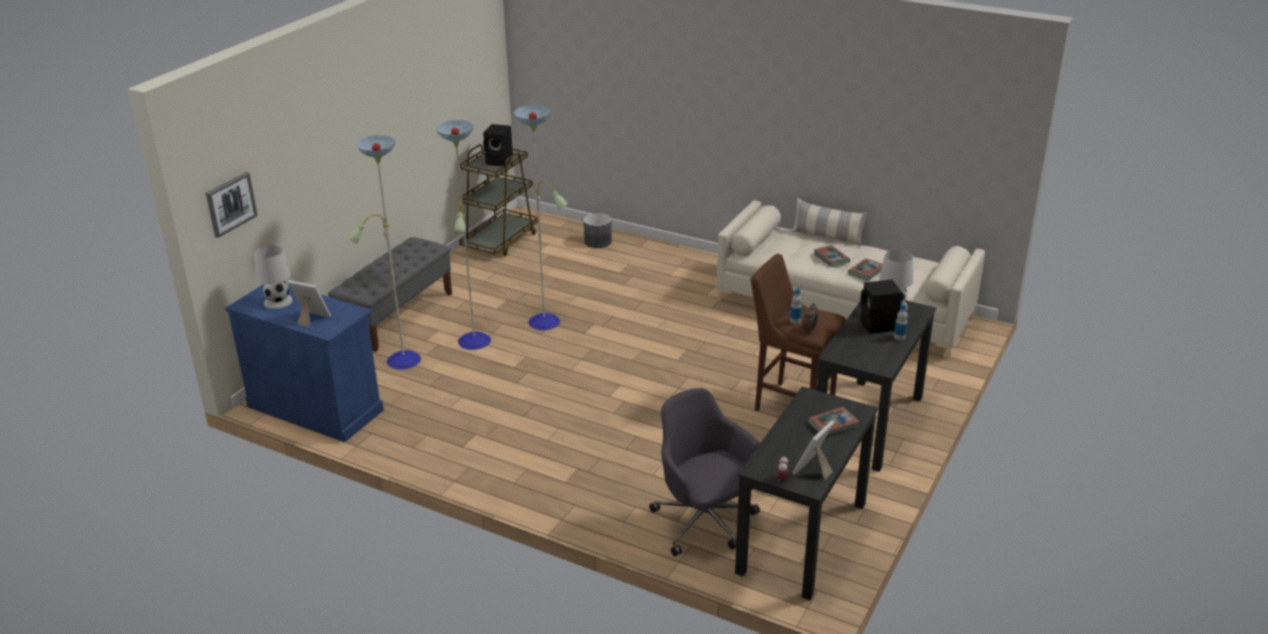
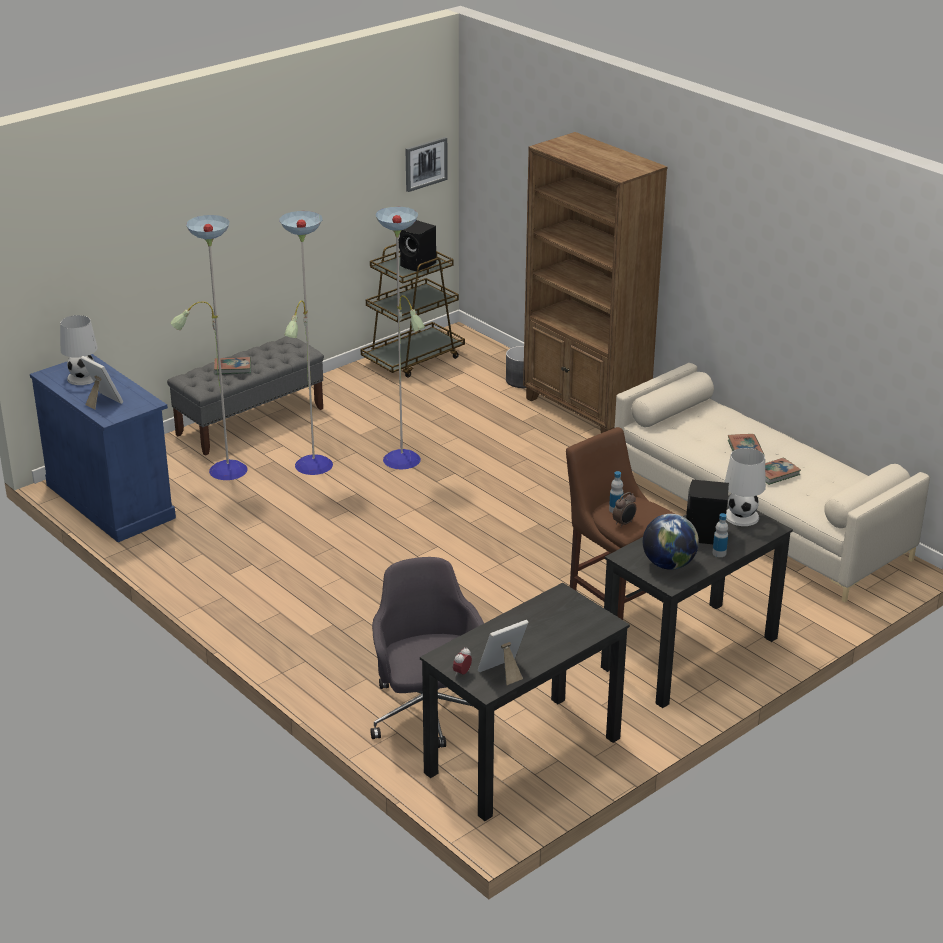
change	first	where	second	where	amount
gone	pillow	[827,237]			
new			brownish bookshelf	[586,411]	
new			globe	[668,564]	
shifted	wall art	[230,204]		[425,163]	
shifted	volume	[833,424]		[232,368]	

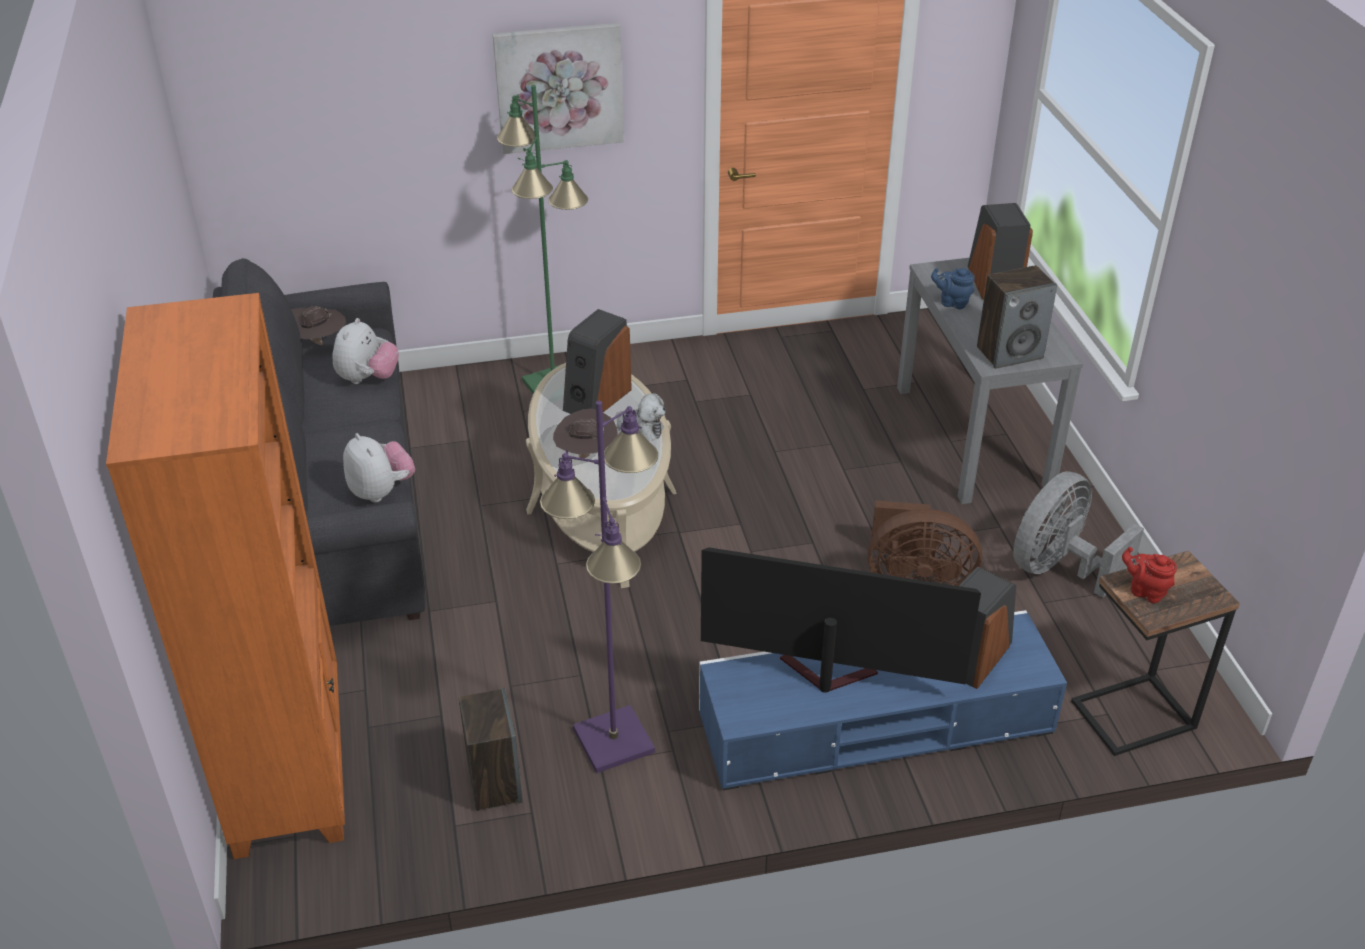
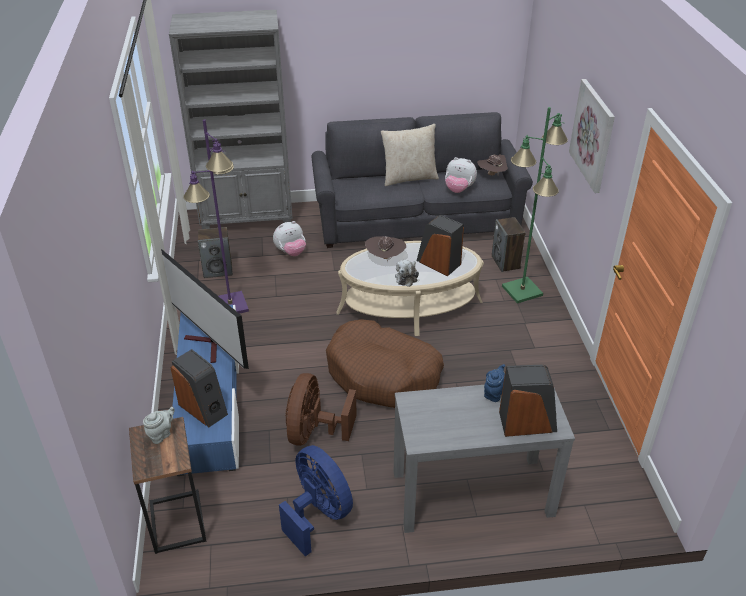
change	first	where	second	where	amount
new			brownish dog bed	[383,374]	
new			beige pillow	[409,178]	
shifted	plush toy	[381,491]		[291,252]	
shifted	audio speaker	[1010,352]		[506,262]	
repainted	orangey bookshelf	[290,763]	greyish bookshelf	[248,219]	
repainted	greyish fan	[1059,568]	blue fan	[318,514]	
repainted	reddish teapot	[1145,591]	greyish teapot	[161,434]	
rotated	television	[823,677]		[208,346]	120 degrees clockwise

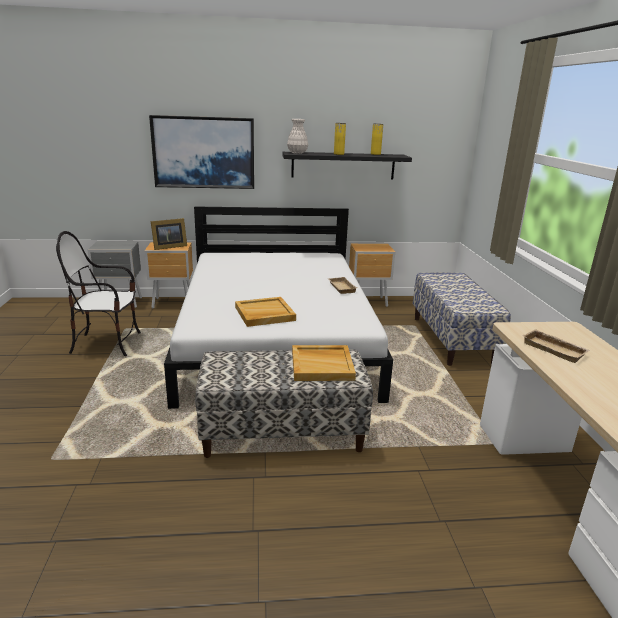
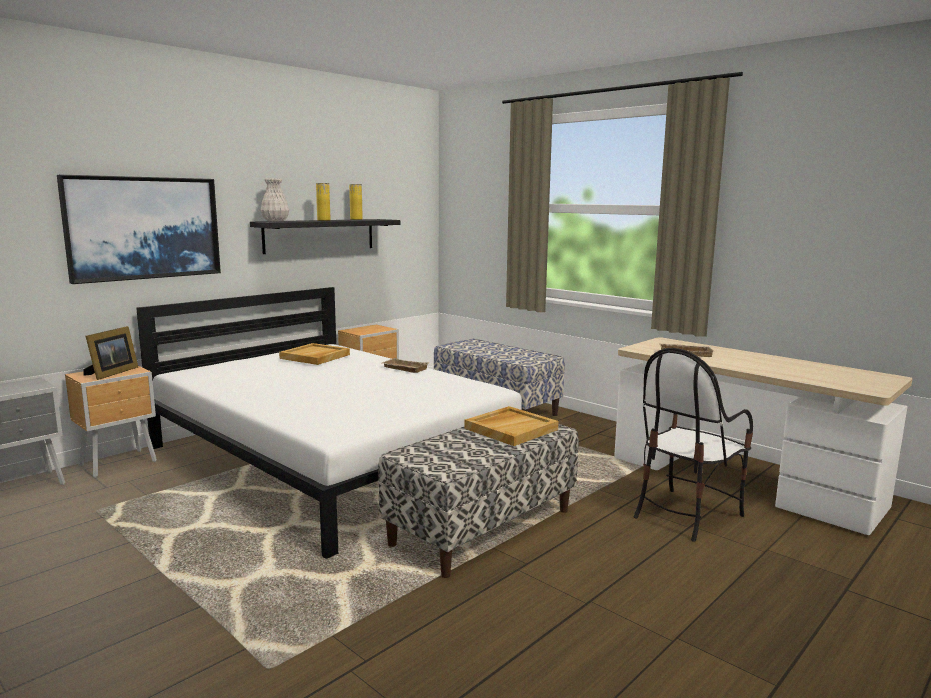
change	first	where	second	where	amount
shifted	chair	[107,344]		[685,514]	
shifted	beige serving tray	[264,314]		[315,357]	

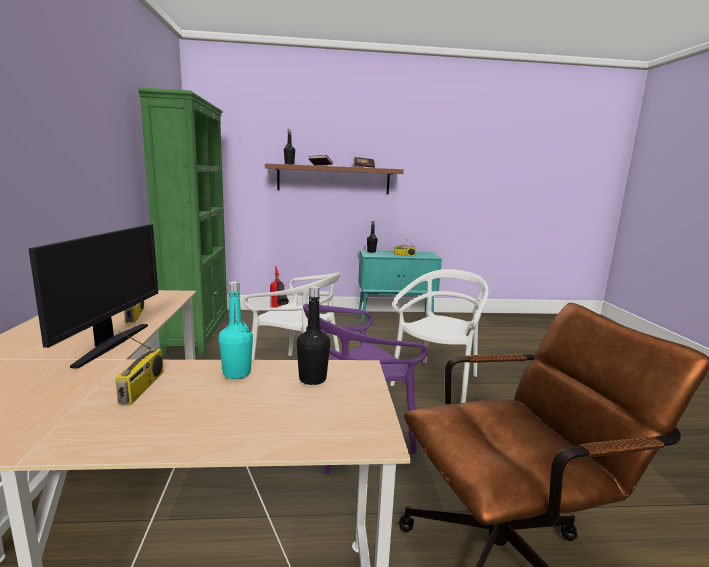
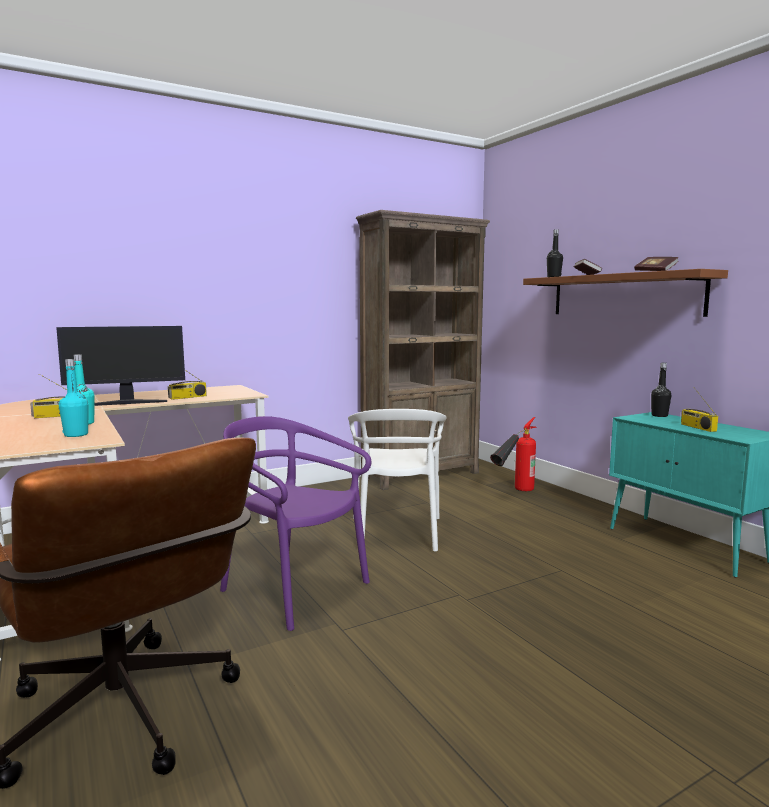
change	first	where	second	where	amount
gone	white chair	[437,382]			
repainted	green-coloured bookshelf	[198,334]	brownish bookshelf	[421,475]	
repainted	blackish bottle	[312,379]	turquoise bottle	[76,435]	

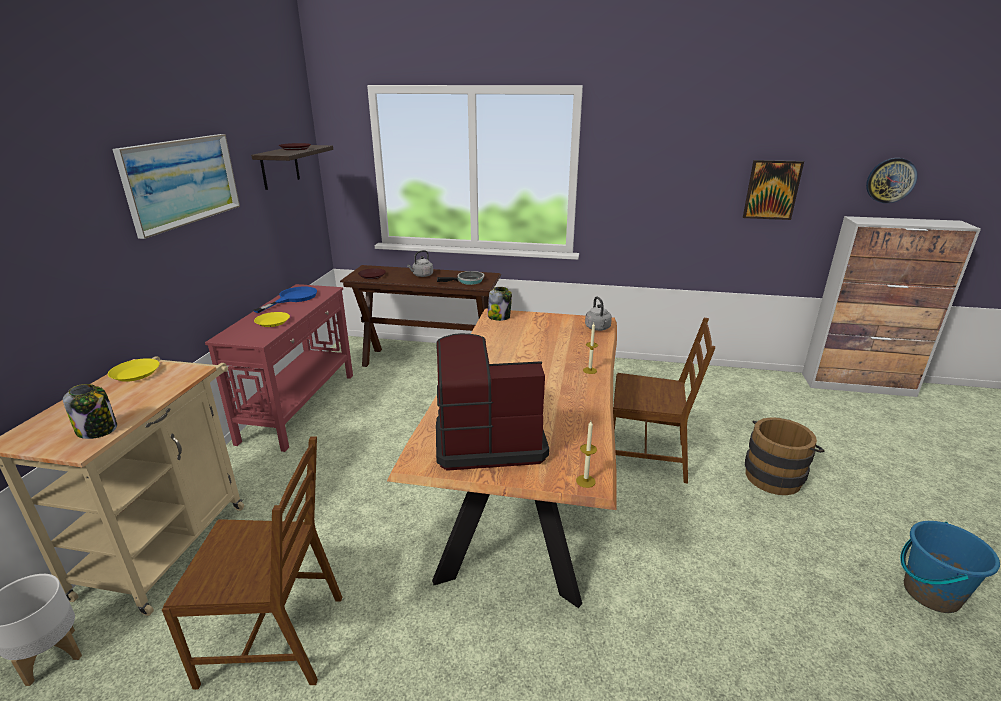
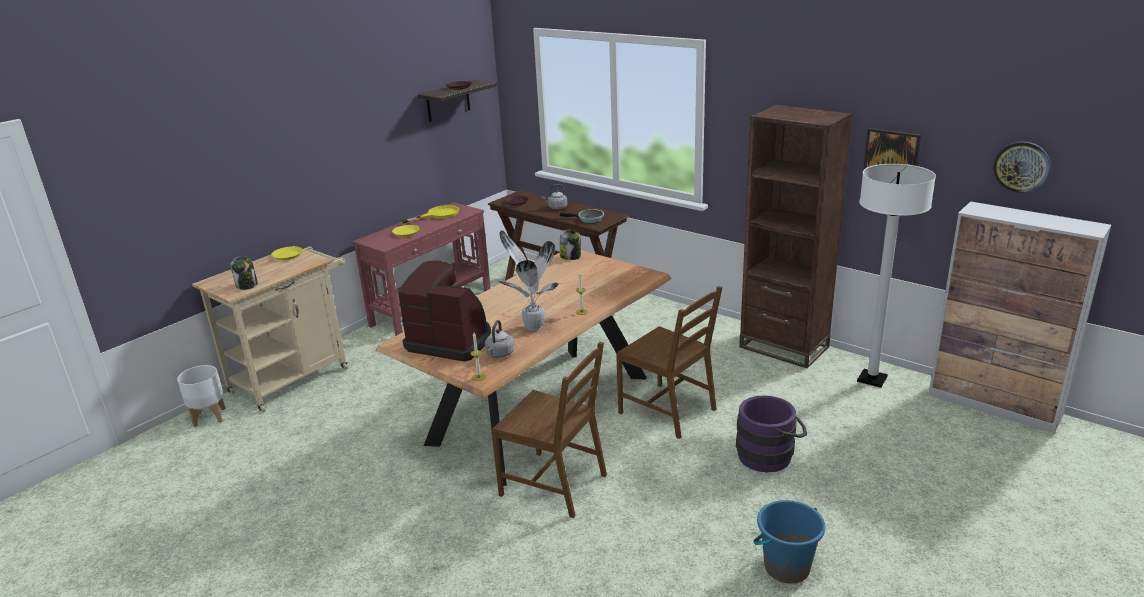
change	first	where	second	where	amount
gone	wall art	[182,181]			
new			plant in a pot	[532,326]	
new			brownish bookshelf	[783,347]	
new			white standing lamp	[872,379]	
shifted	brownish chair	[275,637]		[555,484]	
shifted	greyish tea kettle	[598,328]		[499,354]	
repainted	blue frying pan	[293,298]	yellow frying pan	[438,215]	
repainted	brownish water bucket	[775,475]	purplish water bucket	[769,455]	

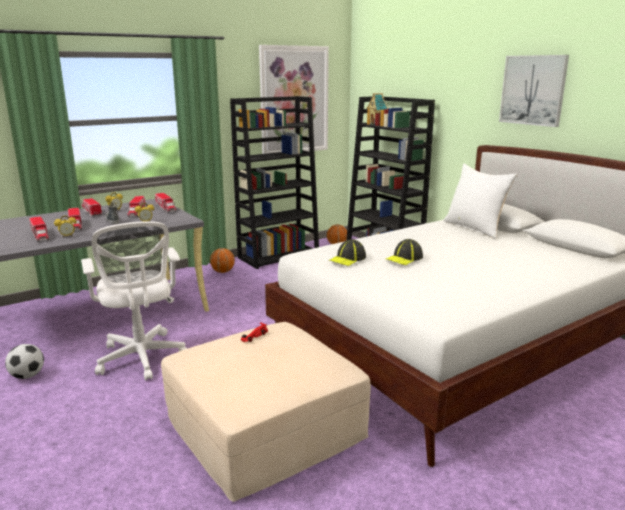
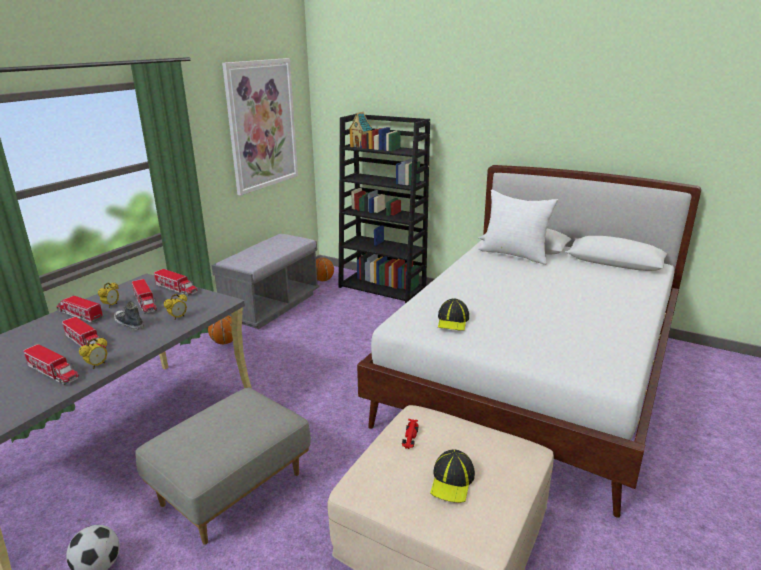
change	first	where	second	where	amount
gone	wall art	[533,90]			
shifted	baseball cap	[404,258]		[452,481]	
swapped	white desk chair	[142,359]	greyish pouffe	[232,490]	
swapped	blackish bookshelf	[279,256]	greyish long seat	[271,306]	

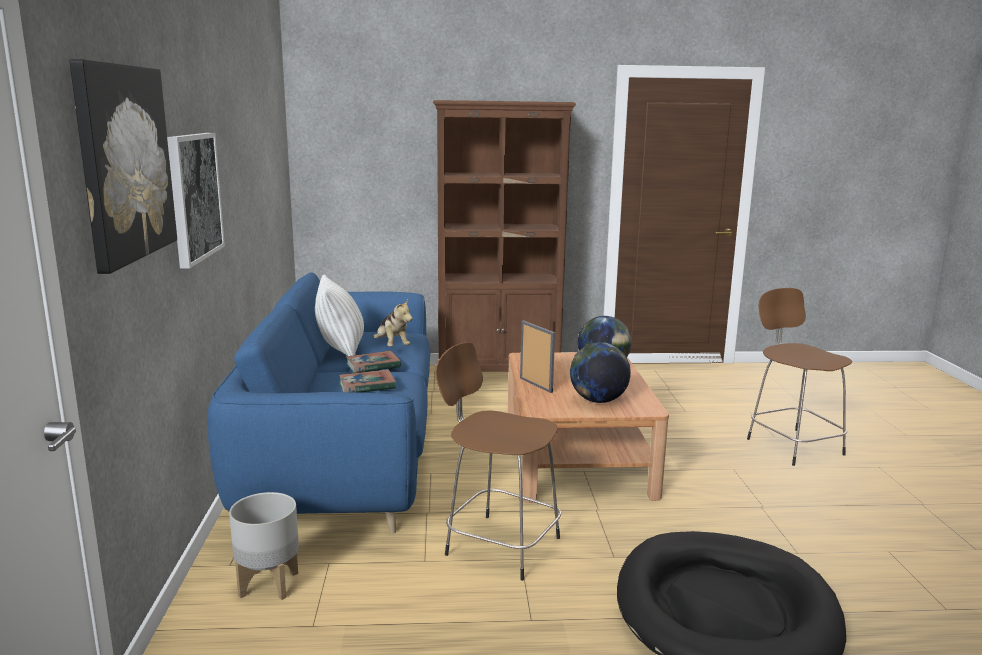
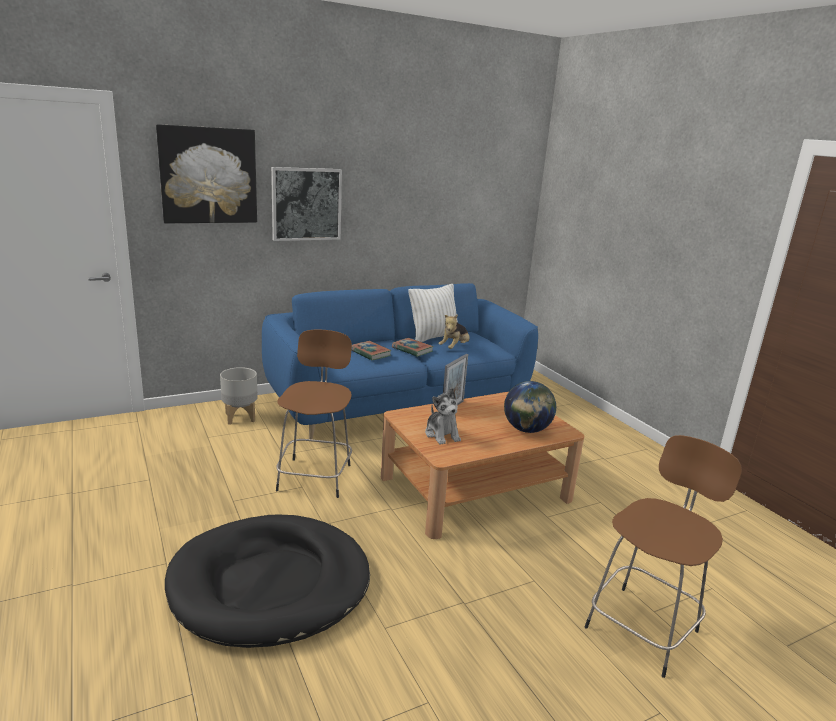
change	first	where	second	where	amount
gone	brownish bookshelf	[499,373]			
swapped	globe	[598,401]	plush toy	[442,434]	

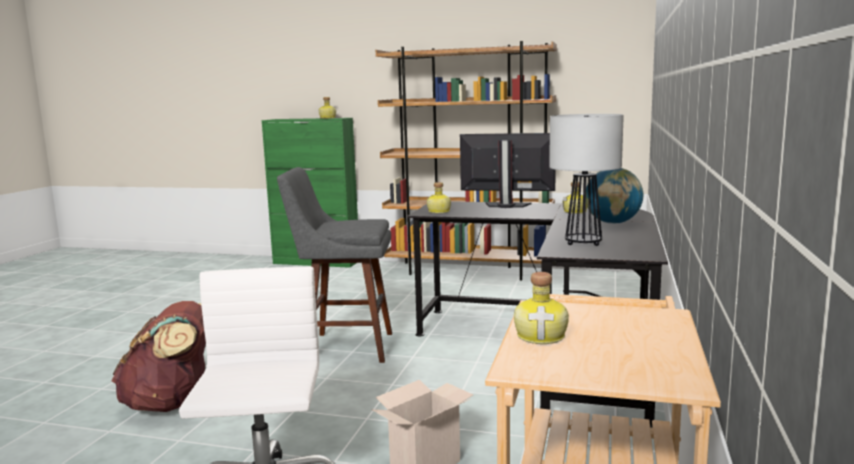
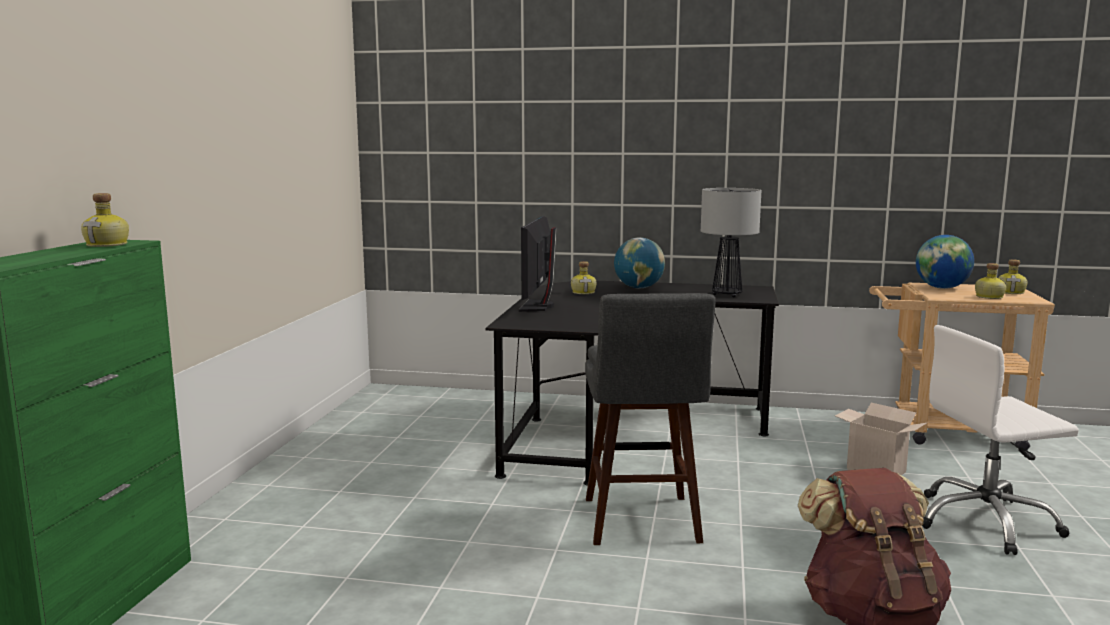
change	first	where	second	where	amount
gone	brownish bookshelf	[469,271]			
new			globe	[942,288]	
shifted	bottle	[439,212]		[1011,292]	

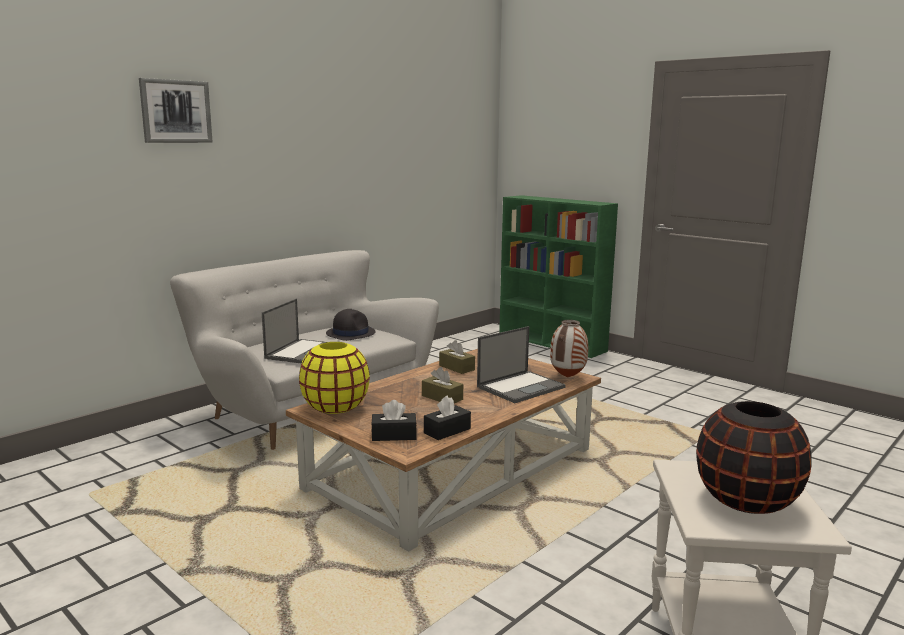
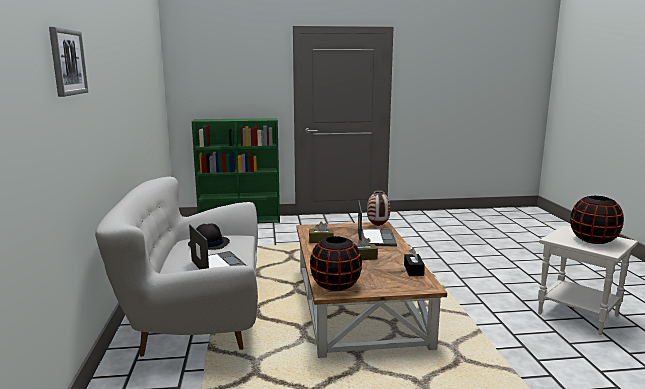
change	first	where	second	where	amount
gone	blackish box of tissues	[394,435]			
repainted	yellow decorative vase	[335,408]	blackish decorative vase	[335,285]	

